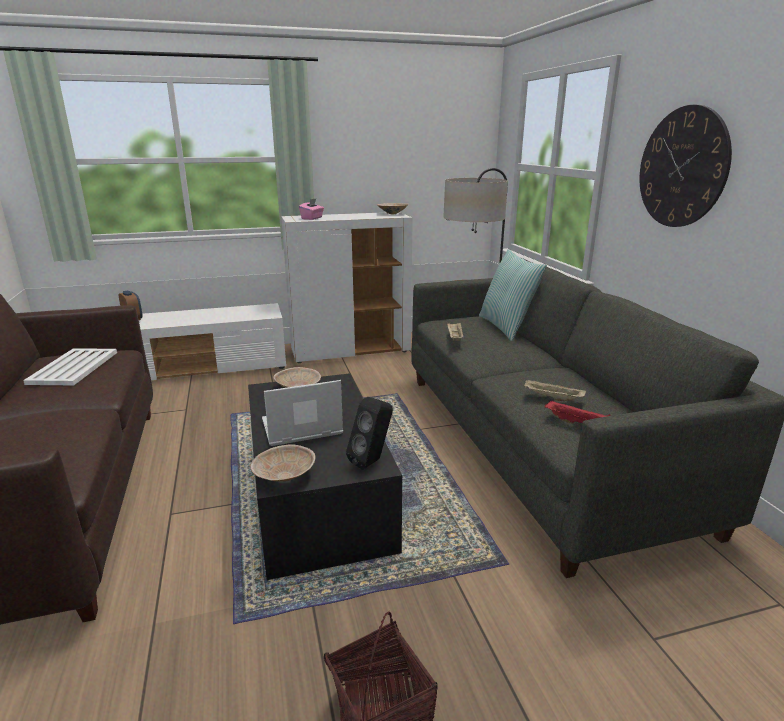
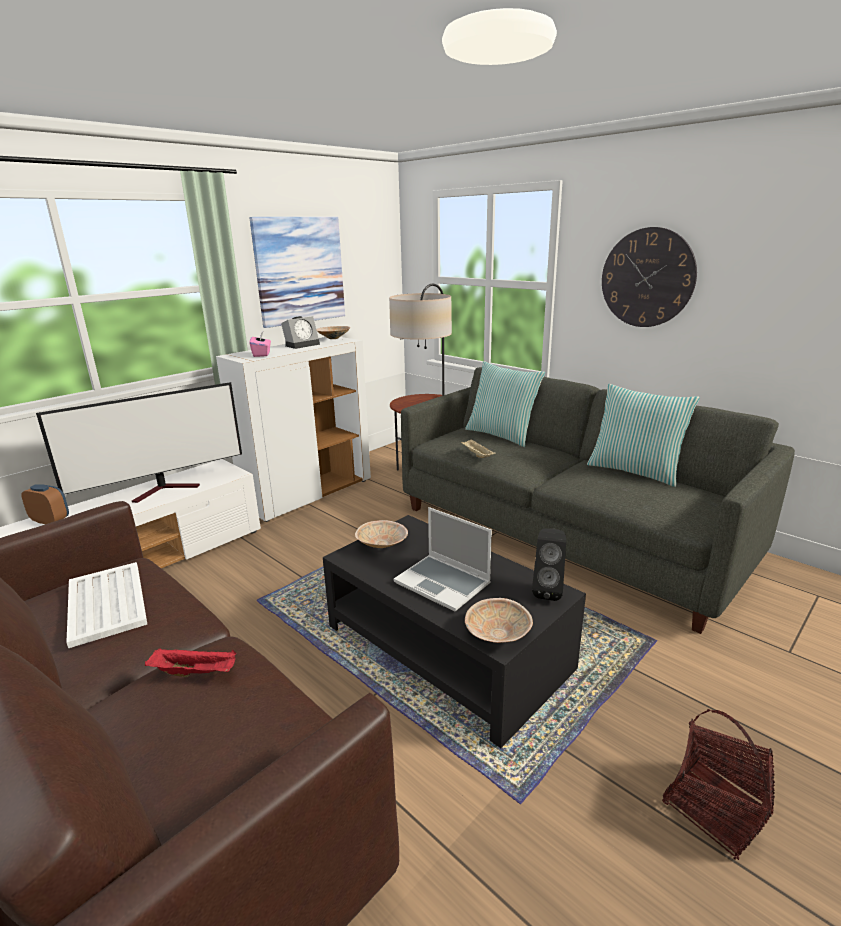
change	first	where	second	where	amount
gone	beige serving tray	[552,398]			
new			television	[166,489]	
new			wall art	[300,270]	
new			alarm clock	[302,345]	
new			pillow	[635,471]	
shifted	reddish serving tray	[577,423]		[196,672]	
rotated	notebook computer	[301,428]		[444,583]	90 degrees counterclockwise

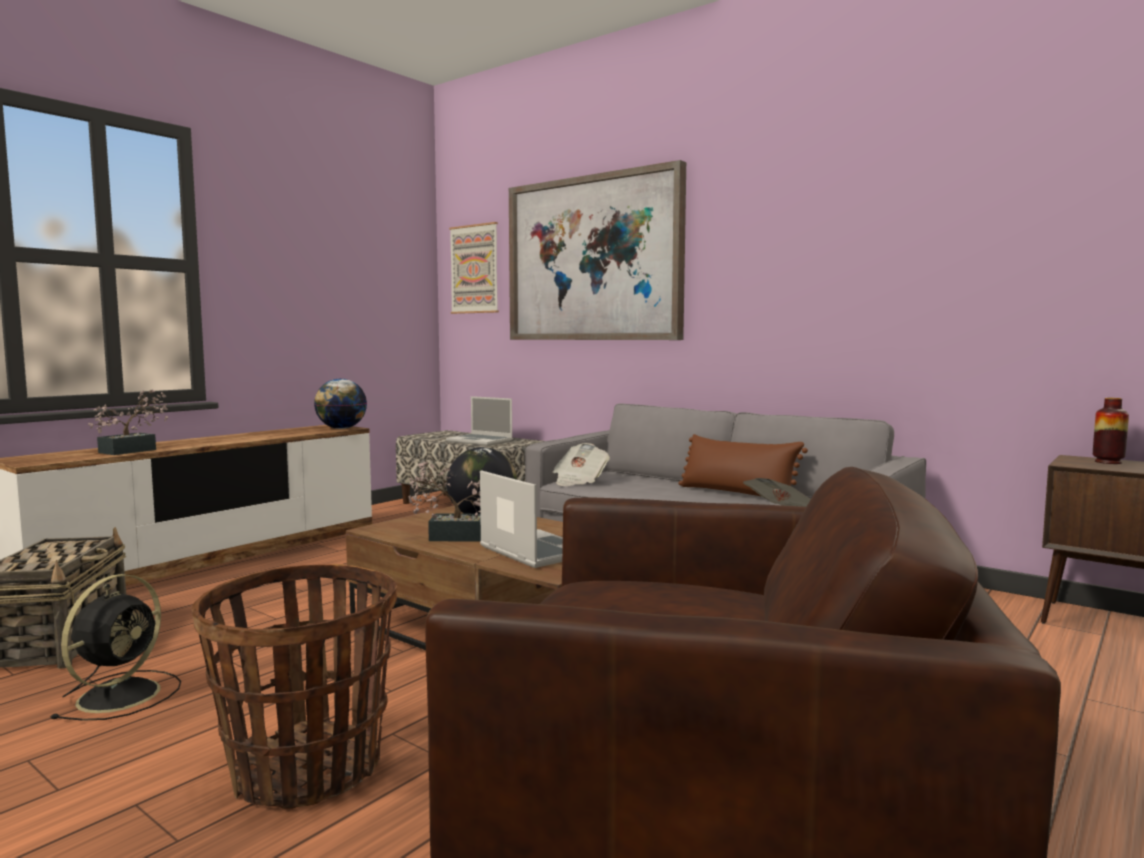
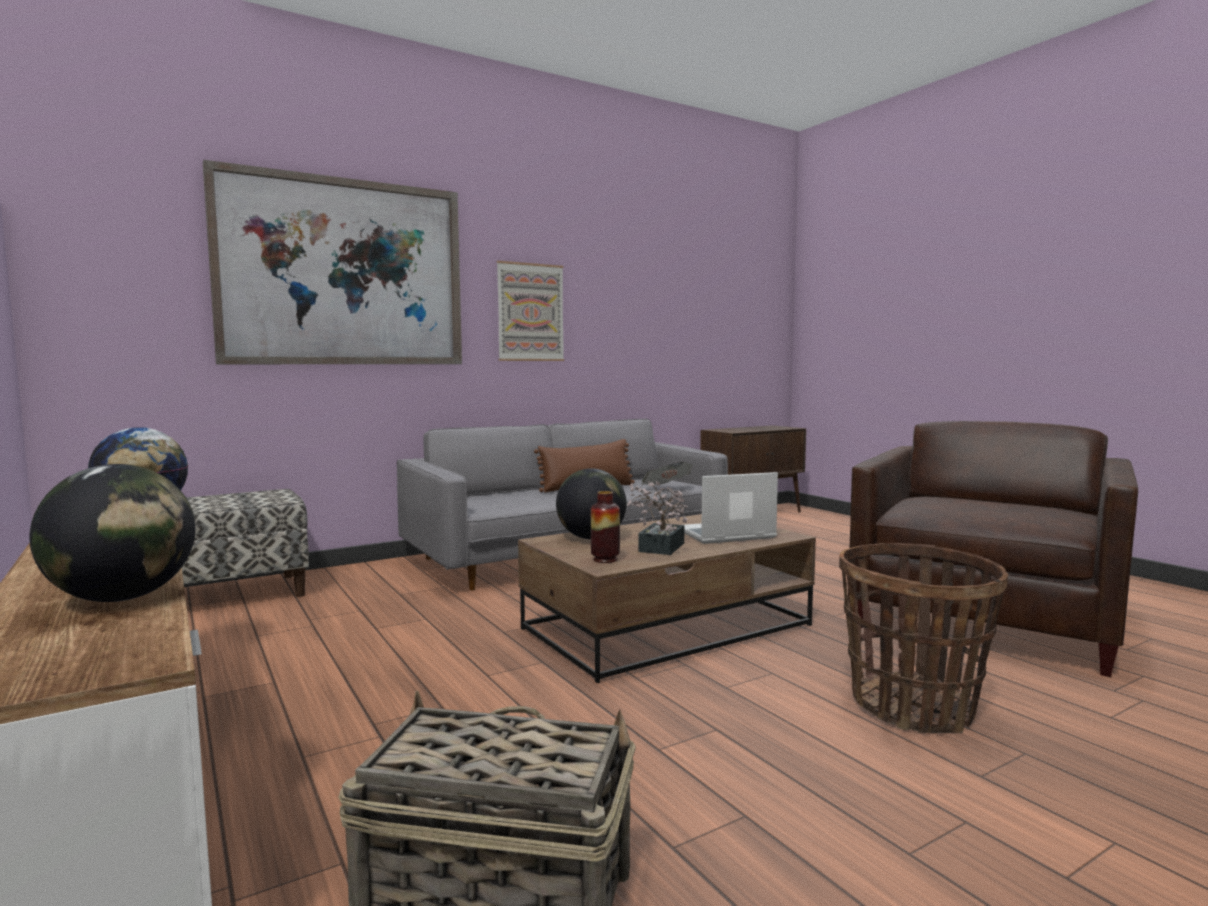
change	first	where	second	where	amount
gone	blackish fan	[122,694]			
gone	notebook computer	[481,441]			
gone	printed paper	[578,481]			
shifted	wall art	[474,269]		[530,312]	
shifted	decorative vase	[1108,462]		[605,560]	
swapped	plant in a pot	[134,450]	globe	[122,598]	

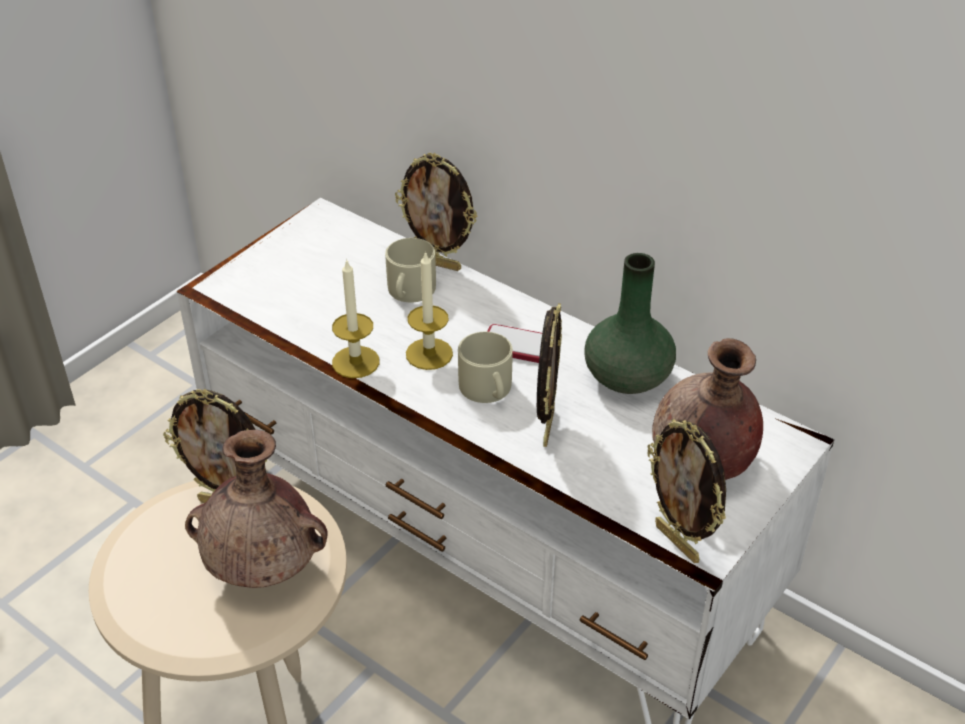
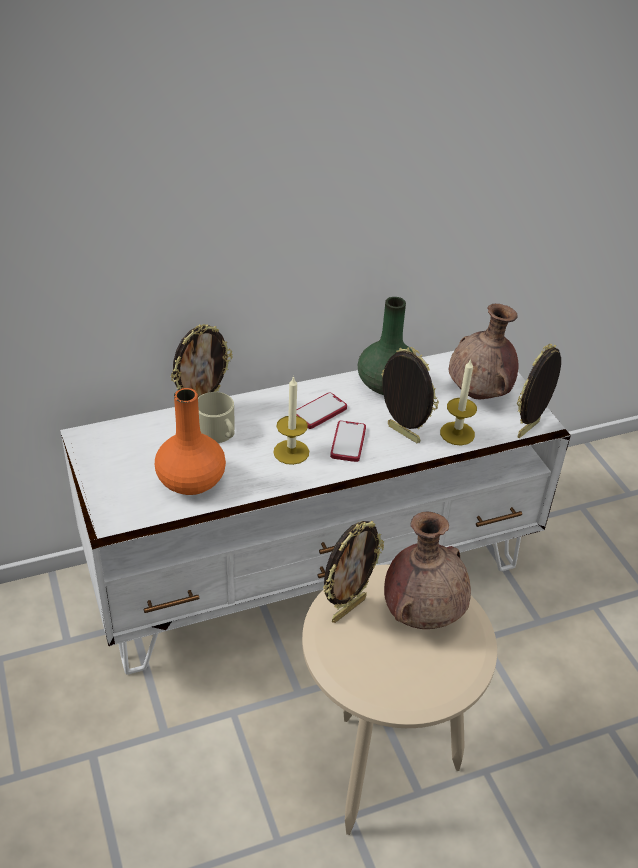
change	first	where	second	where	amount
new			orangey decorative vase	[192,481]	
shifted	candle	[355,362]		[457,433]	
swapped	beige mug	[488,389]	phone	[348,442]	
rotated	standing frame	[678,543]		[529,430]	135 degrees clockwise

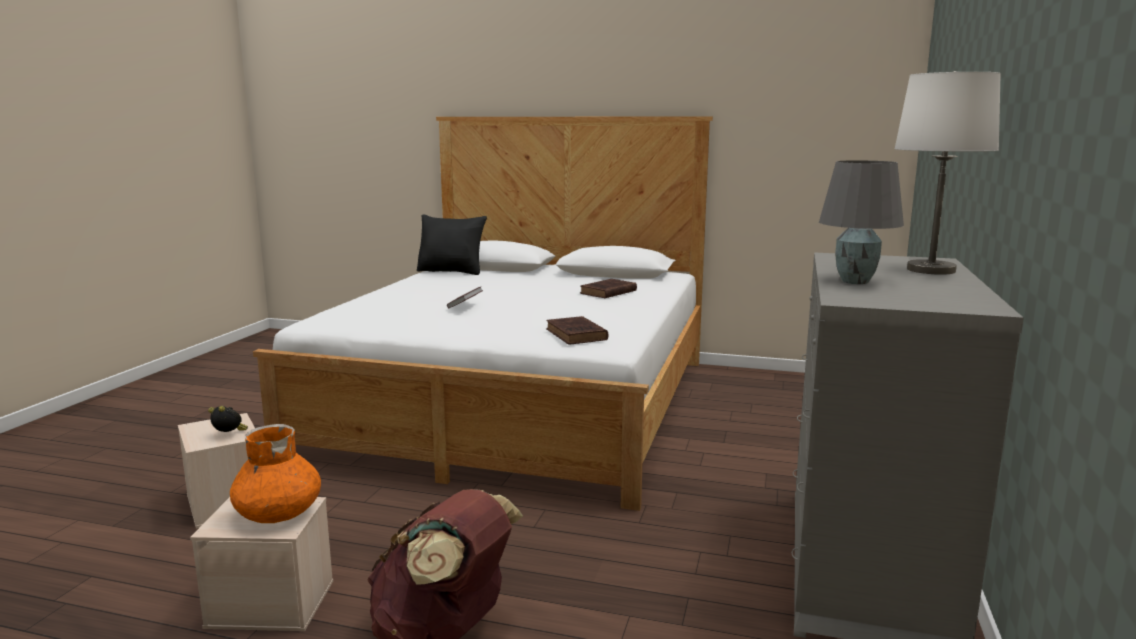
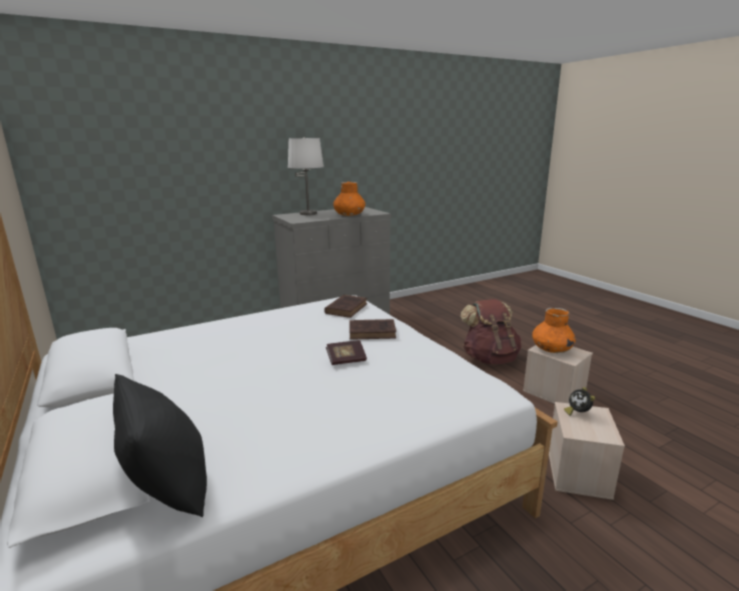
change	first	where	second	where	amount
shifted	brownish volume	[607,292]		[373,332]	
swapped	greyish tabletop lamp	[854,281]	orangey decorative vase	[349,215]	

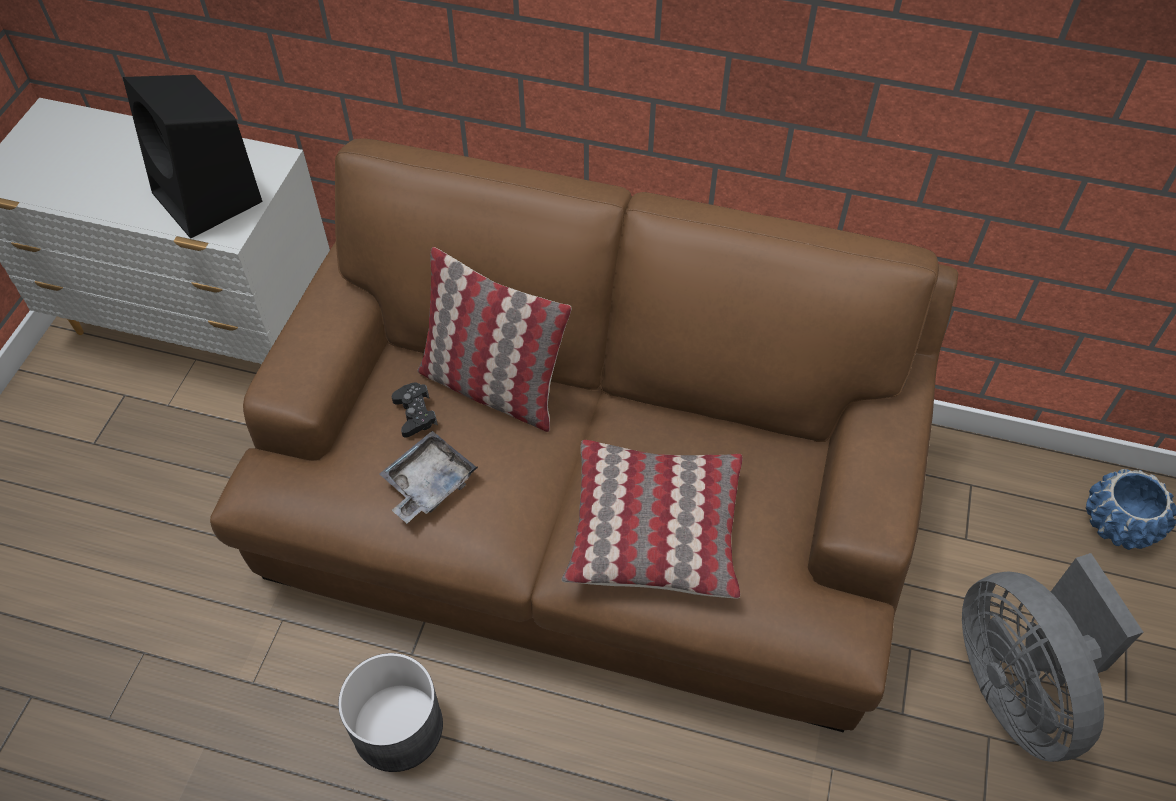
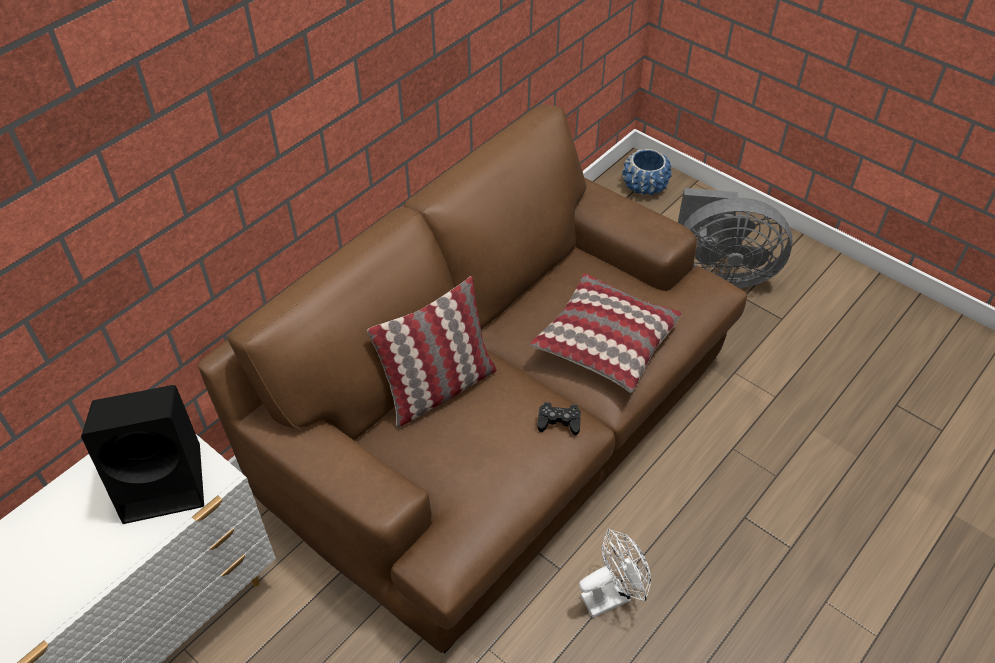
change	first	where	second	where	amount
gone	greyish serving tray	[428,484]			
shifted	blackish joypad	[415,414]		[559,422]	
swapped	greyish planter	[398,726]	white fan	[612,595]	

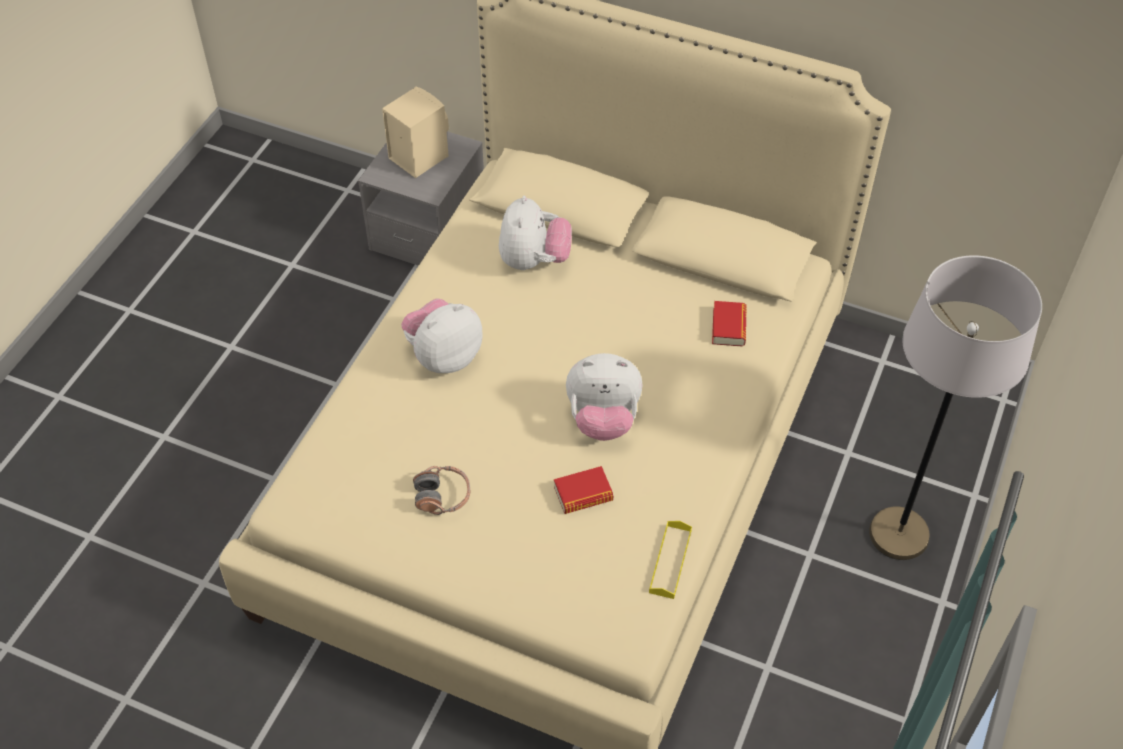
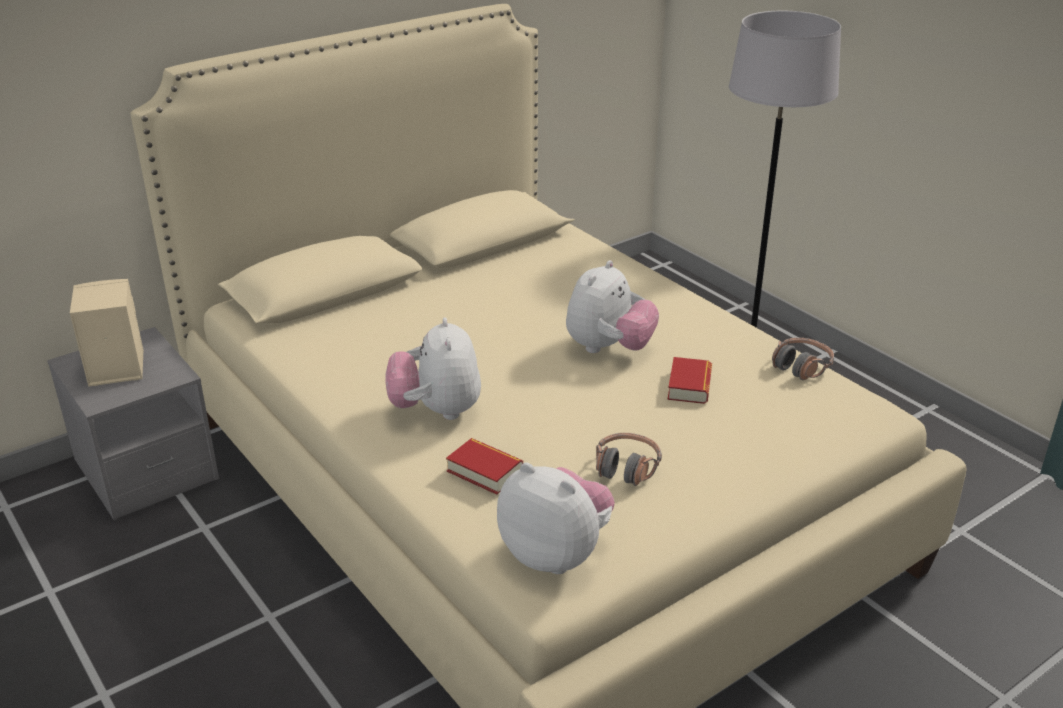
change	first	where	second	where	amount
shifted	plush toy	[534,260]		[556,554]	
shifted	volume	[728,327]		[485,471]	
swapped	yellow serving tray	[670,561]	pair of headphones	[801,366]	

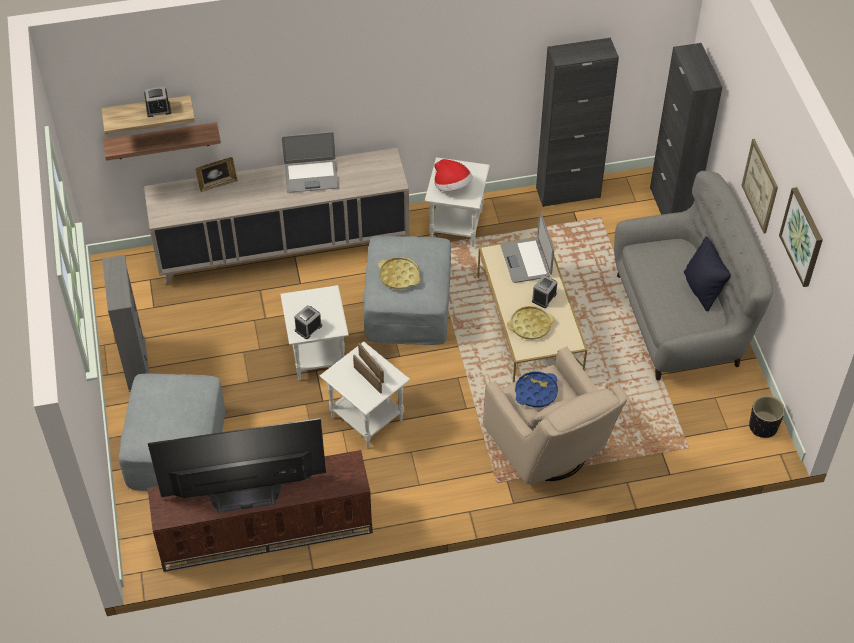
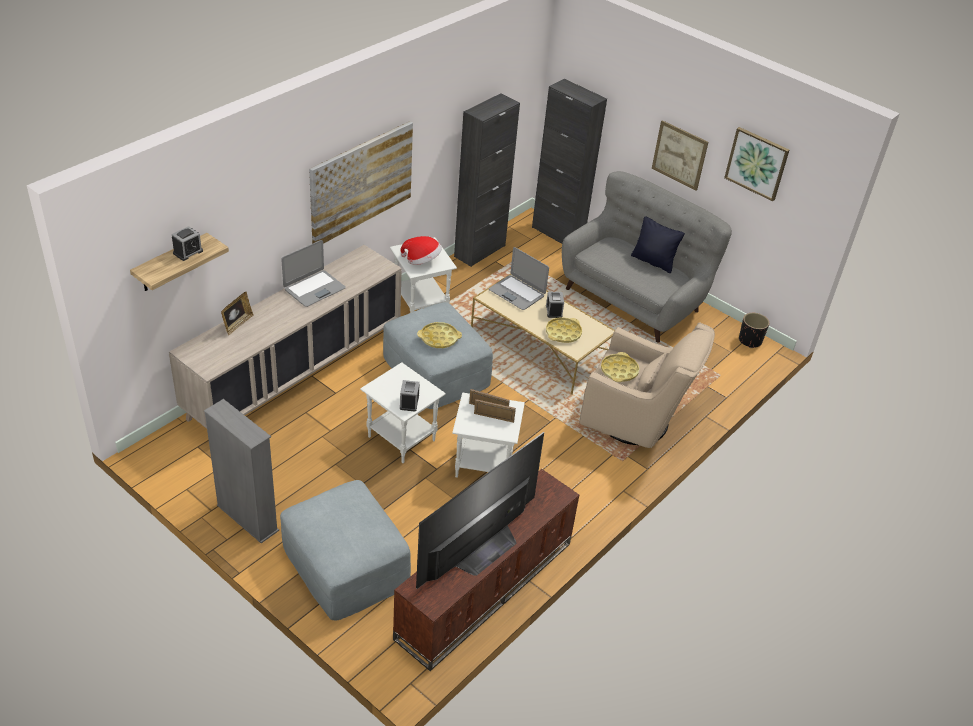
change	first	where	second	where	amount
gone	wall shelf	[162,141]			
new			wall art	[361,182]	
repainted	blue serving tray	[536,392]	yellow serving tray	[619,371]	

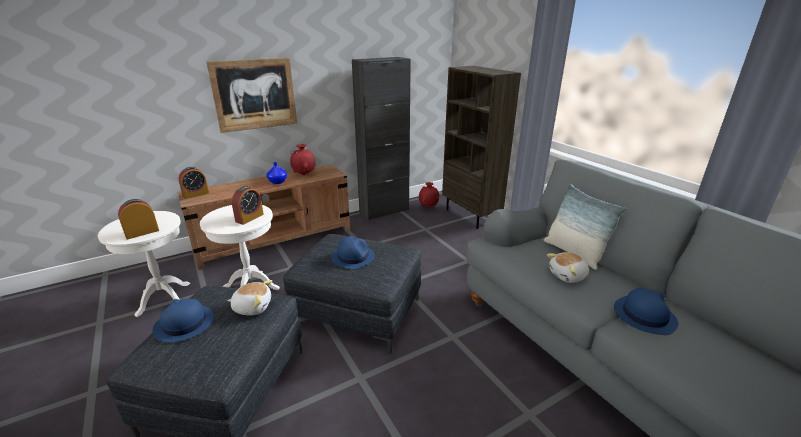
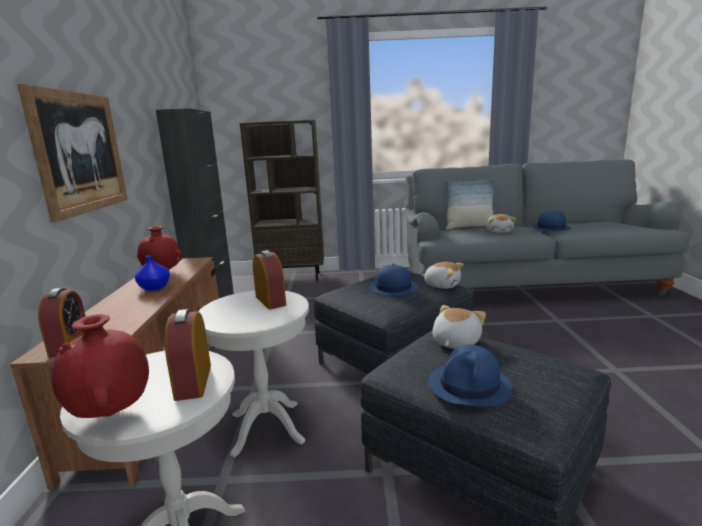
change	first	where	second	where	amount
new			plush toy	[442,285]	
shifted	reddish decorative vase	[428,207]		[112,413]	

